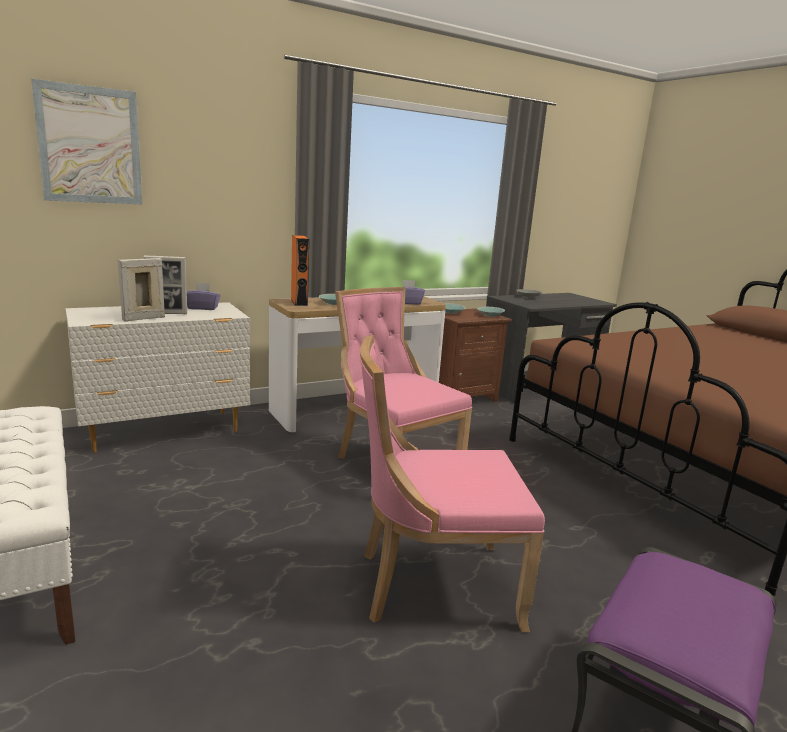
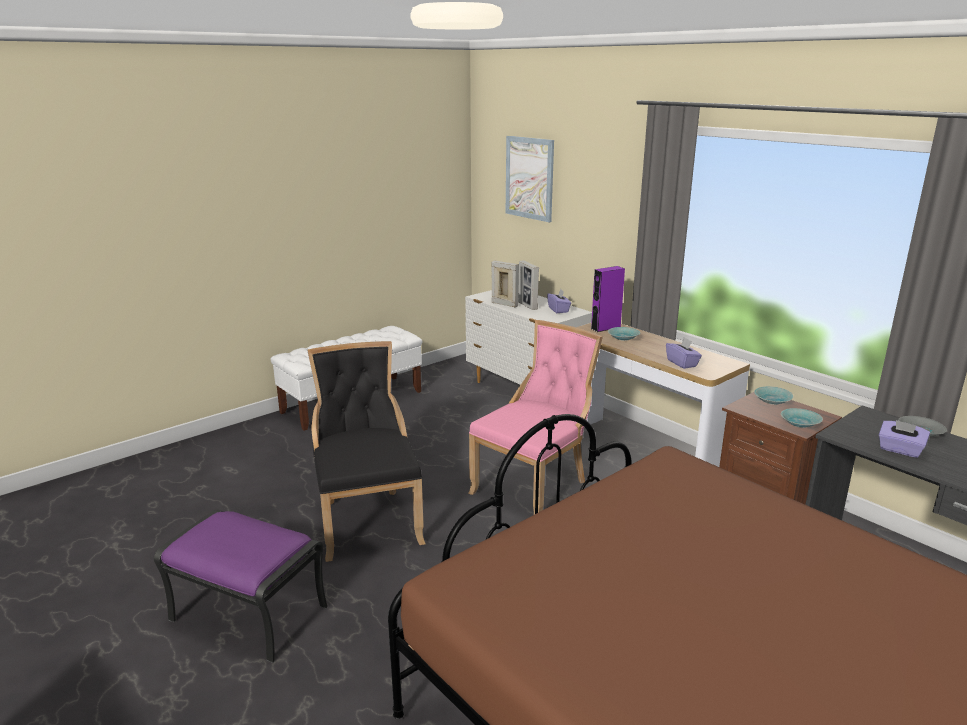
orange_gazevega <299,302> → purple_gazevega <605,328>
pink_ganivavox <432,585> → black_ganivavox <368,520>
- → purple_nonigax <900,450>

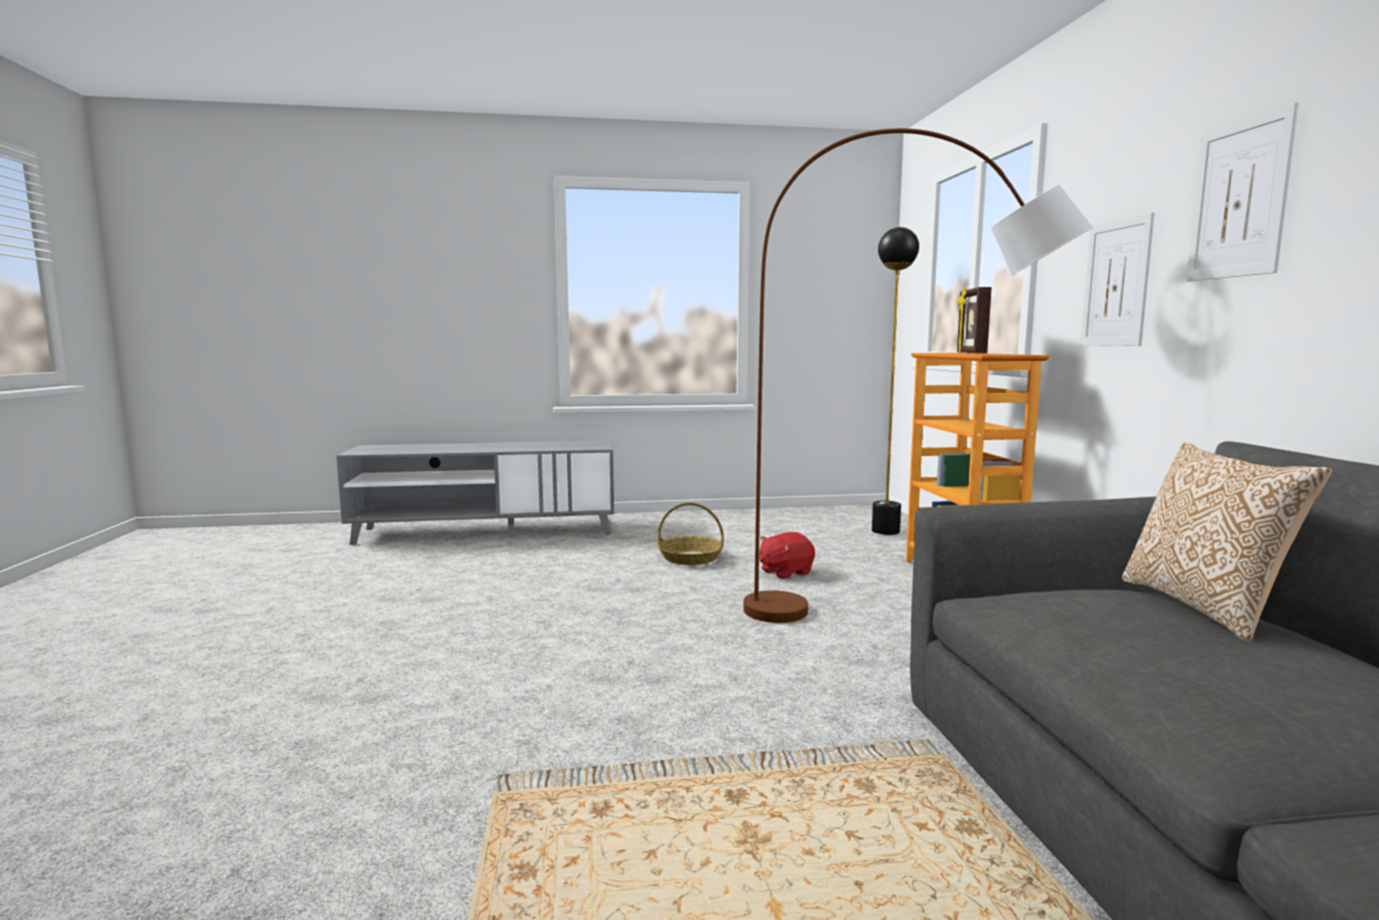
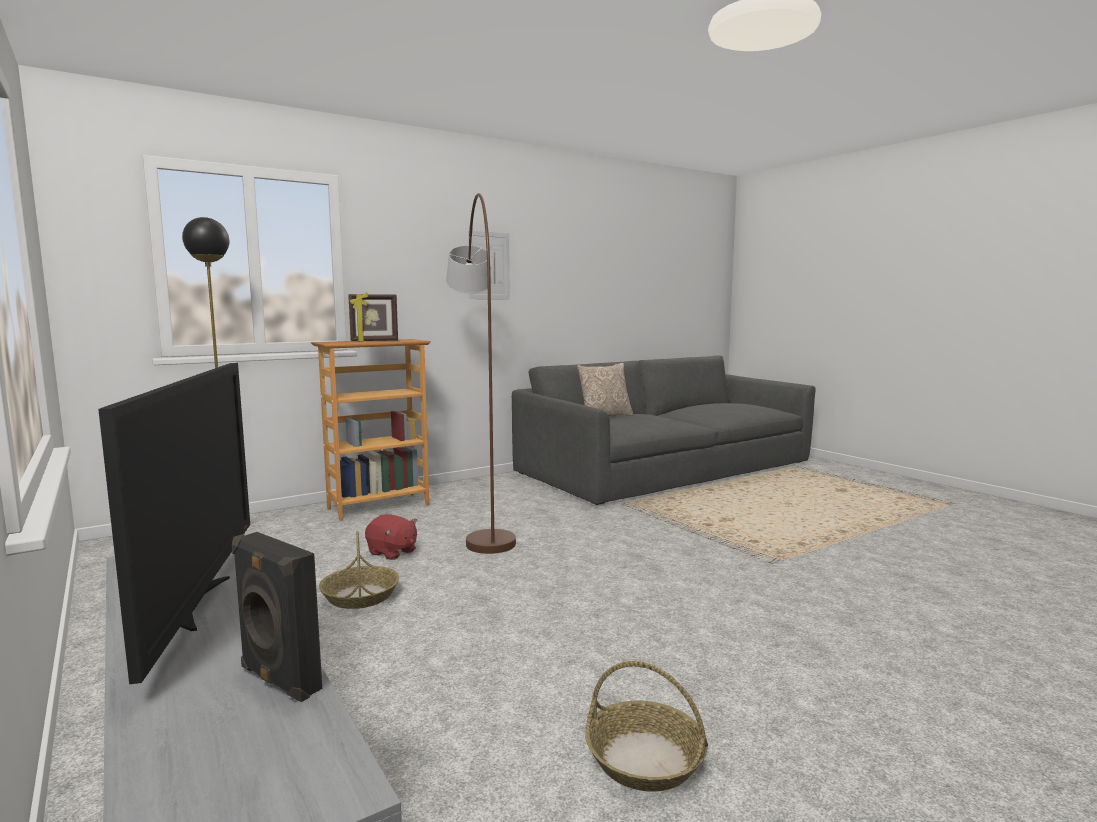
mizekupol <1116,283> → -
- → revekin <199,603>
- → black_gazevega <278,680>
- → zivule <644,759>

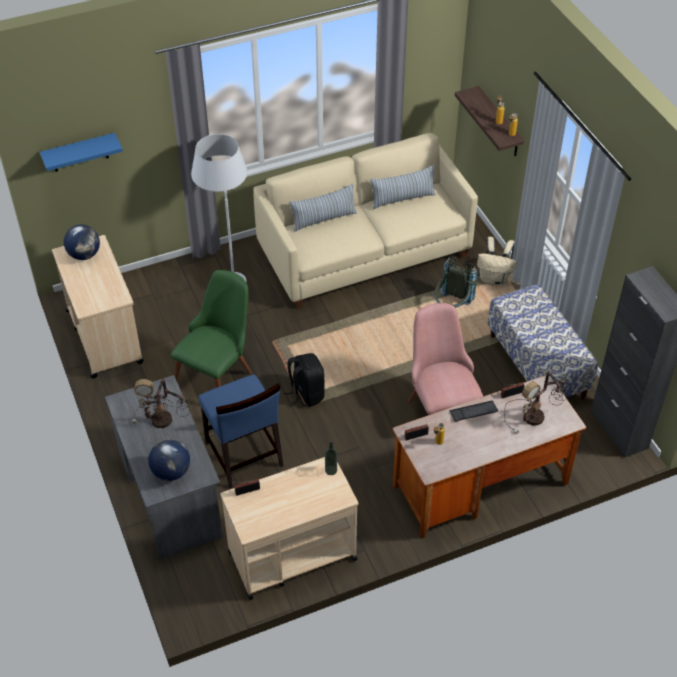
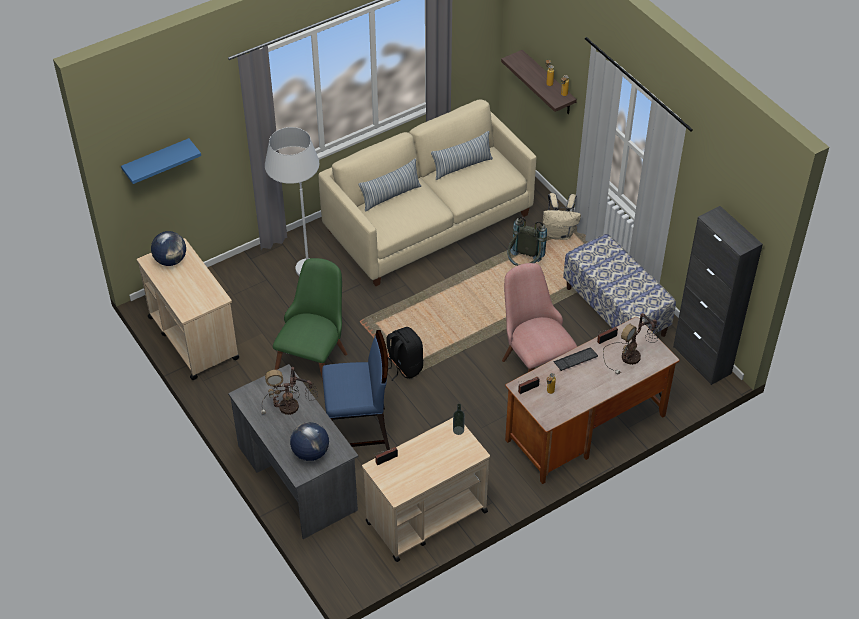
blue_ganivavox <243,455> → blue_ganivavox <358,432>, 60 degrees counterclockwise

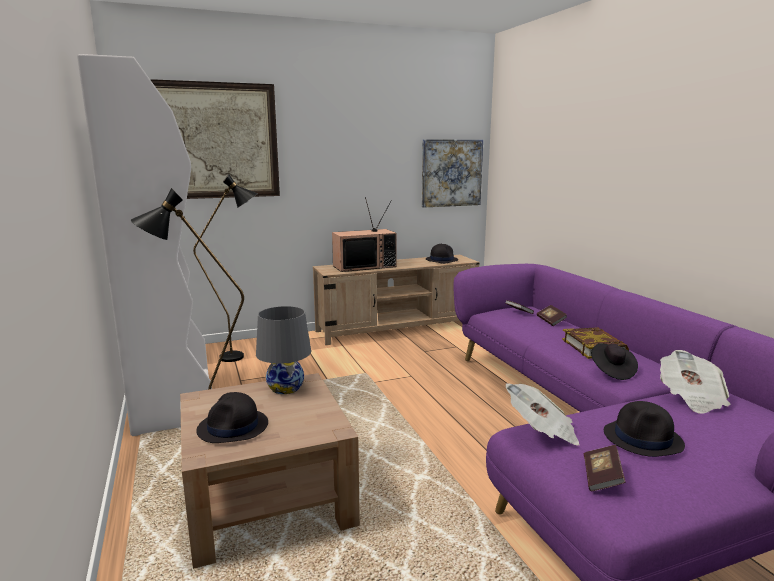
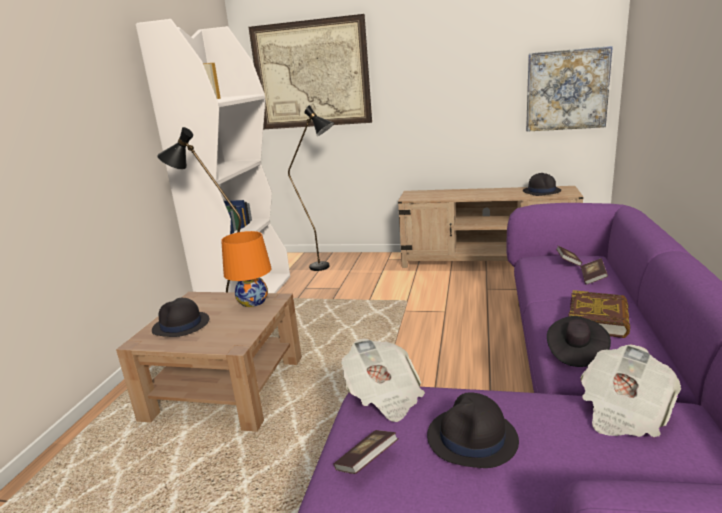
revekin <364,266> → -
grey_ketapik <286,388> → orange_ketapik <253,301>

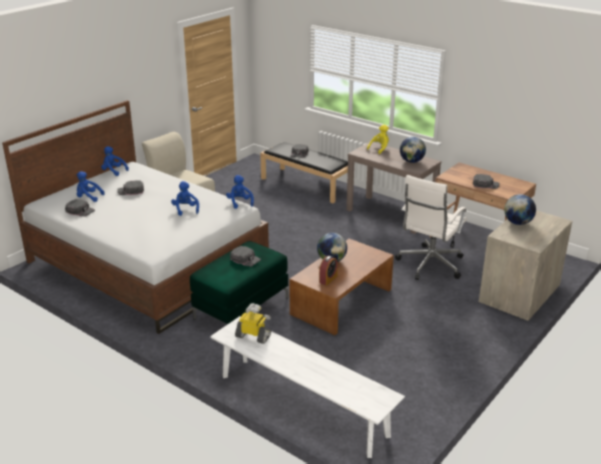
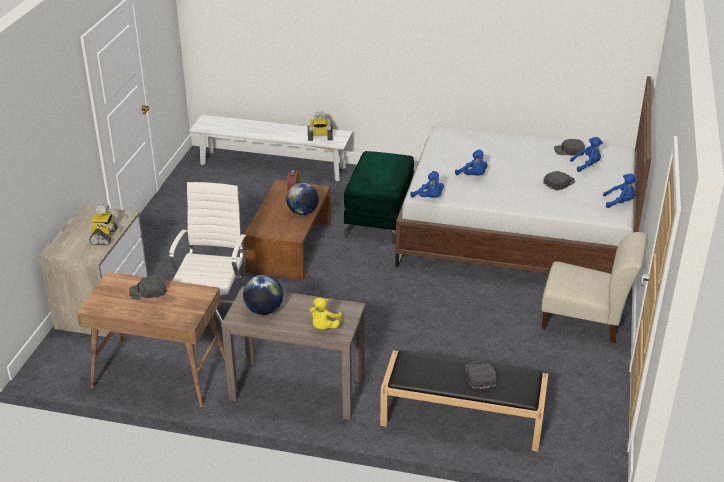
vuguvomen <518,223> → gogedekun <105,236>
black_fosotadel <245,259> → -

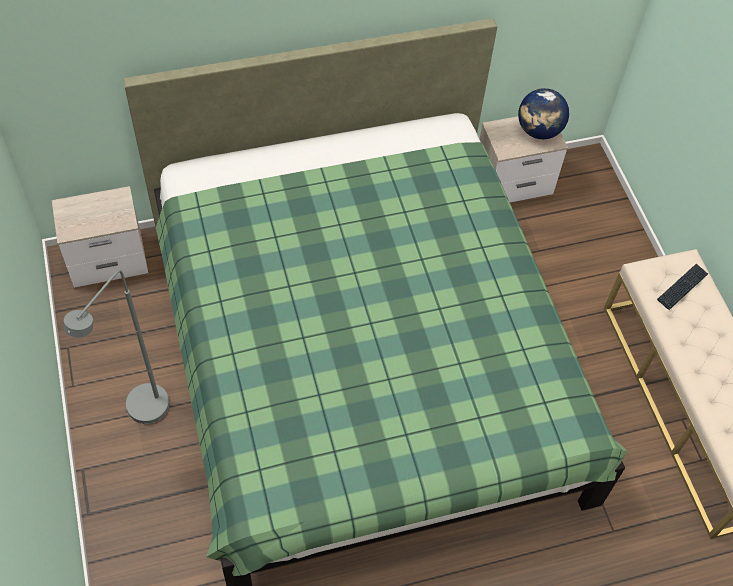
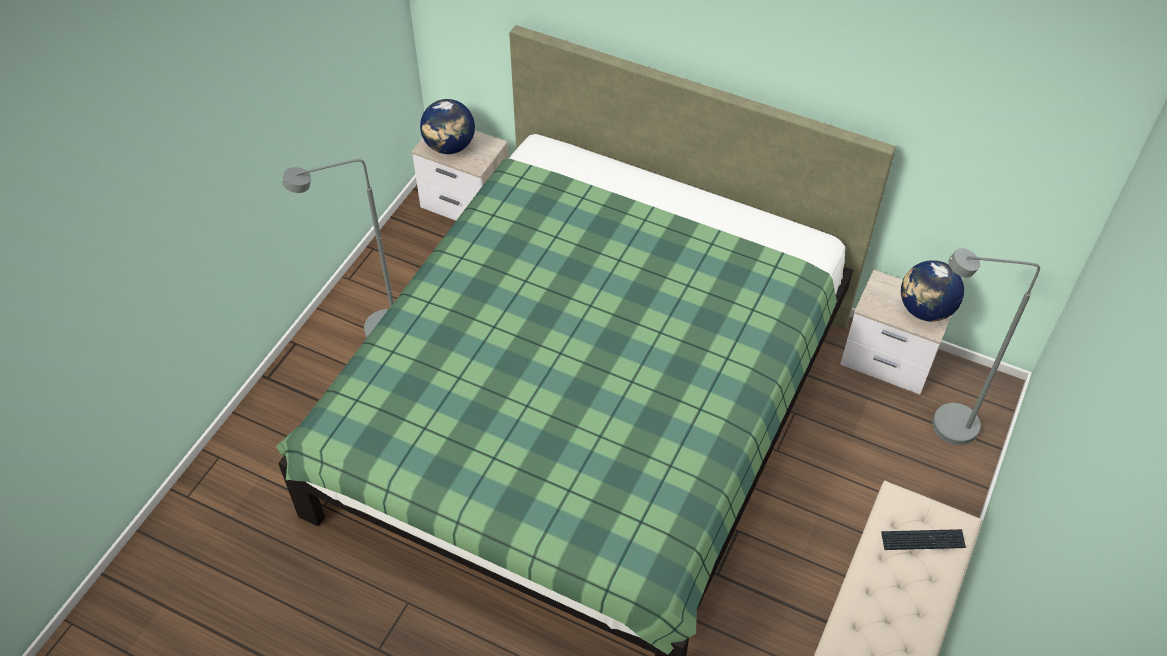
- → vuguvomen <450,146>
- → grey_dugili <941,426>

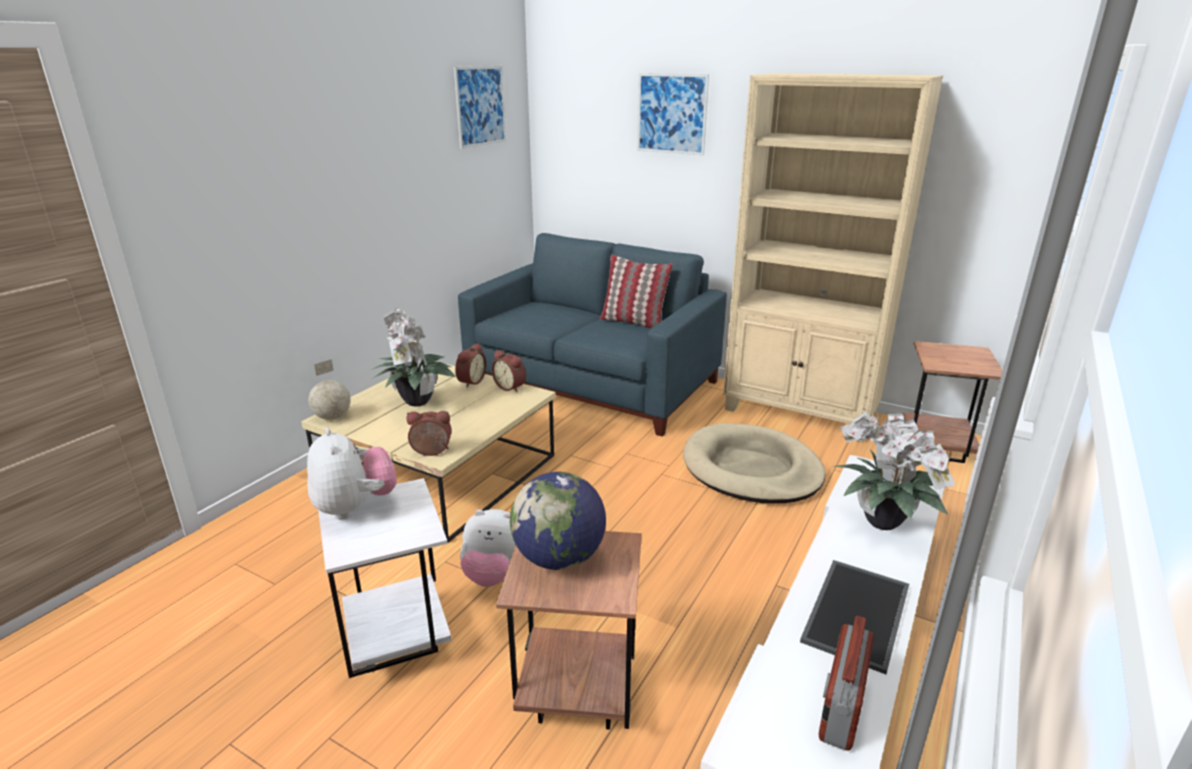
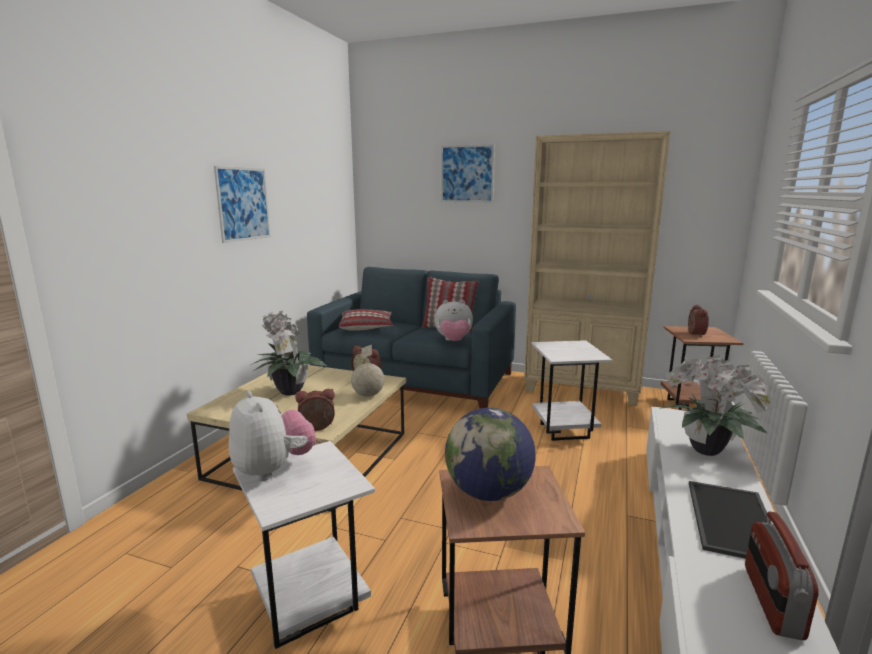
mizekupol <480,106> → mizekupol <243,204>, shifted
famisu <470,381> → famisu <694,334>, shifted
vuguvomen <333,417> → vuguvomen <368,395>, shifted
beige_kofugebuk <751,469> → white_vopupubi <565,430>
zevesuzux <494,574> → zevesuzux <453,341>, shifted
- → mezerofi <367,327>

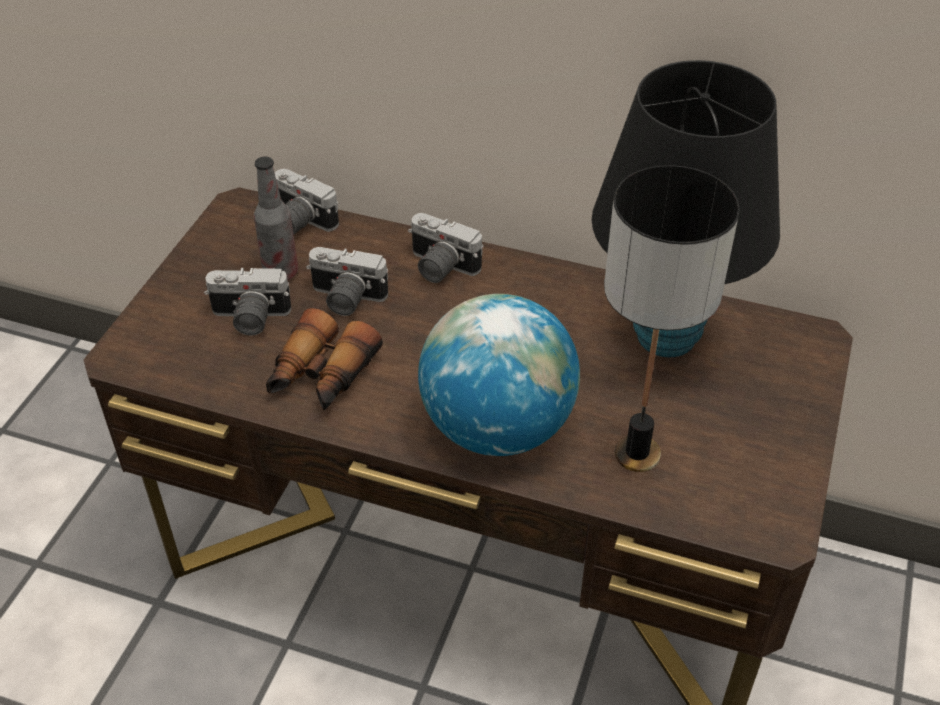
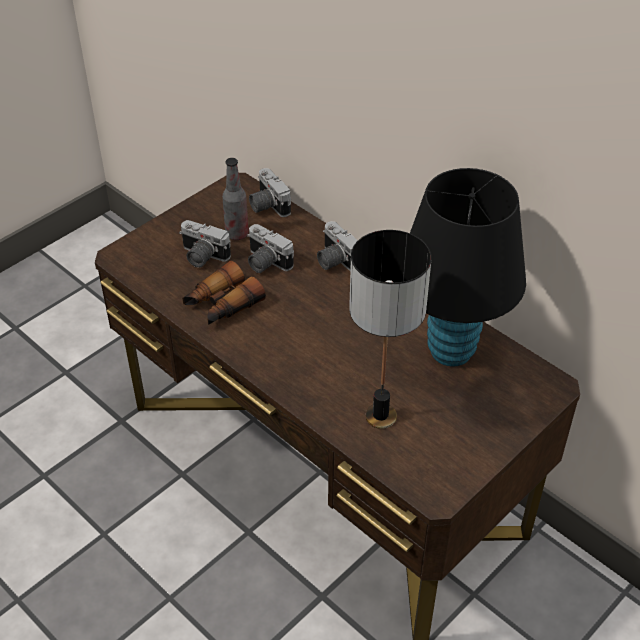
vuguvomen <497,428> → -

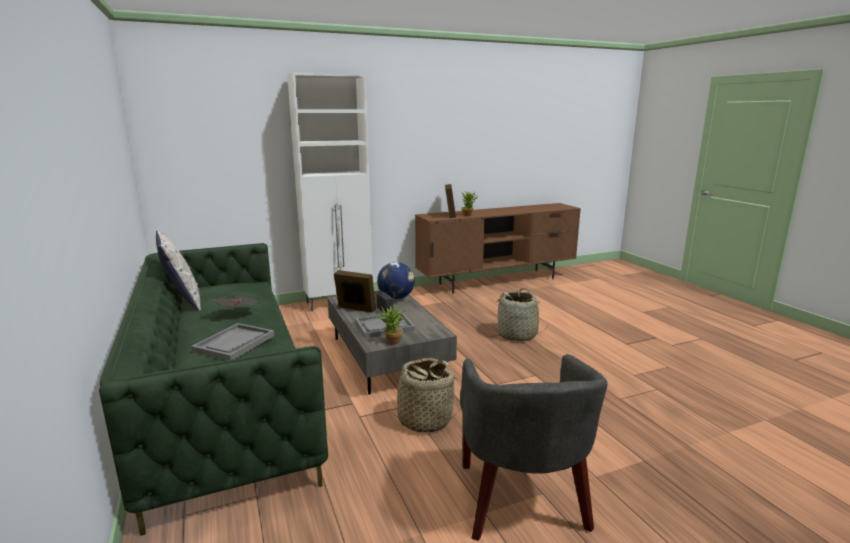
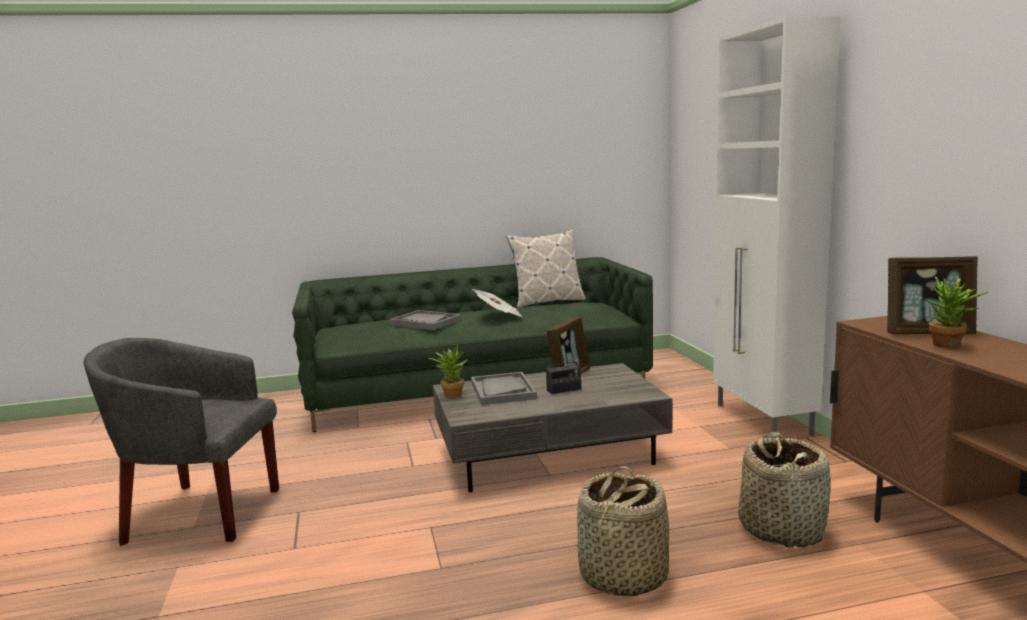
vuguvomen <396,298> → -
zivule <424,420> → zivule <781,529>, shifted

